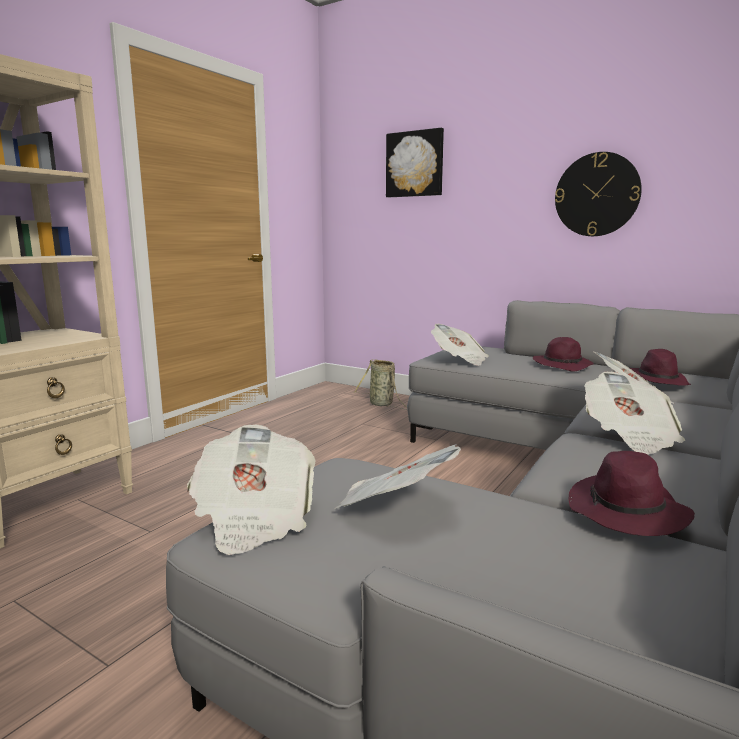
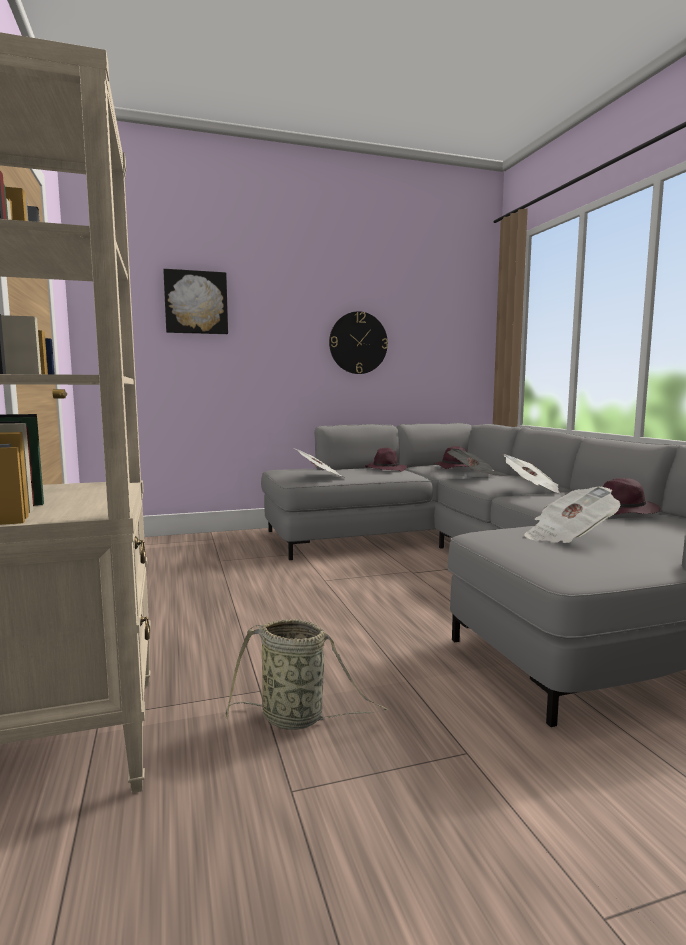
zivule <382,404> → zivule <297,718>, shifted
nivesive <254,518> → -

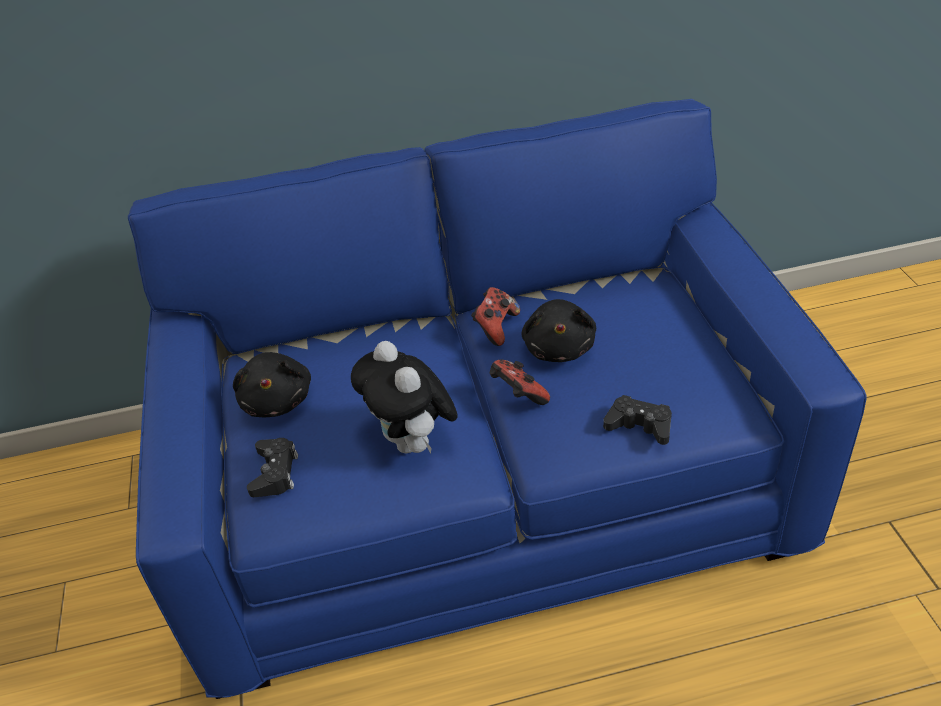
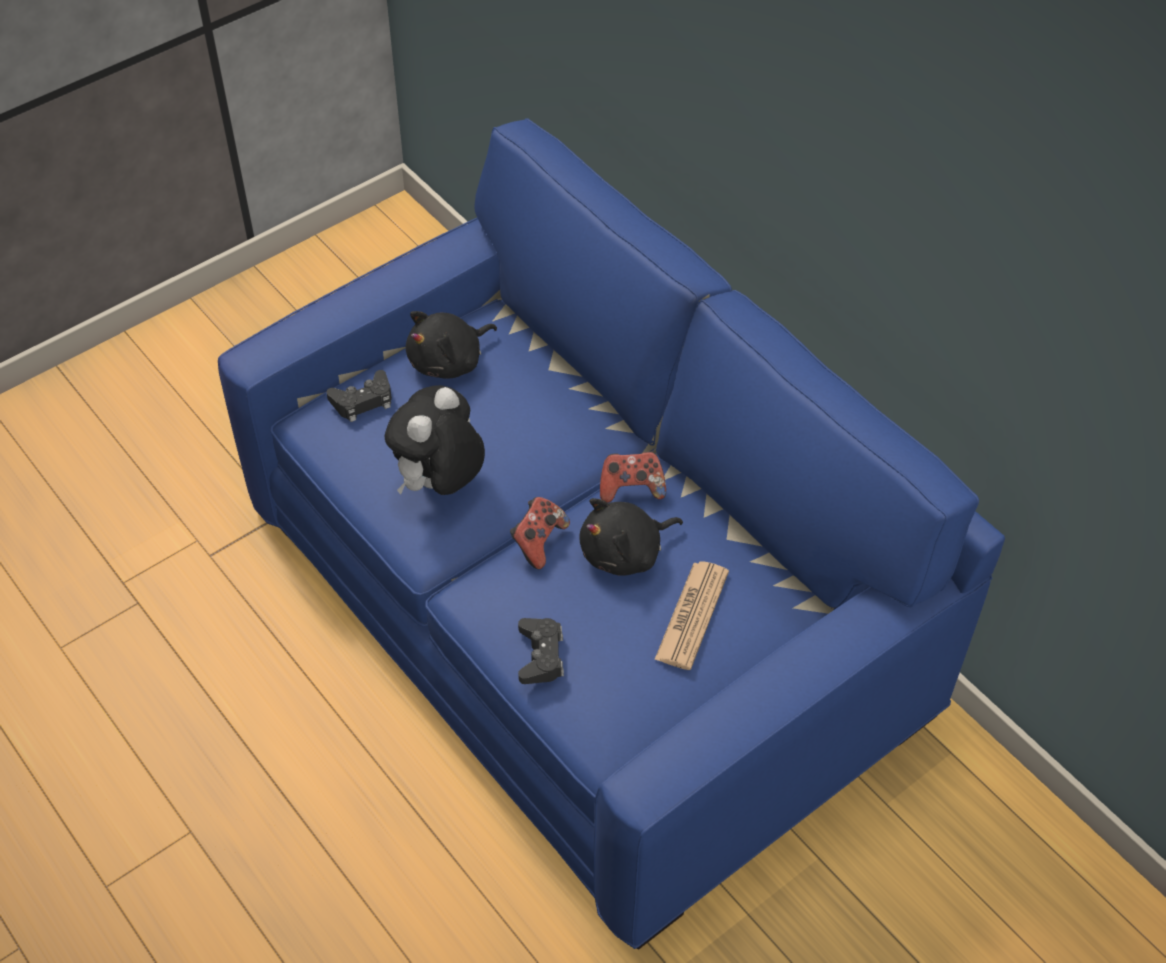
- → nivesive <692,615>

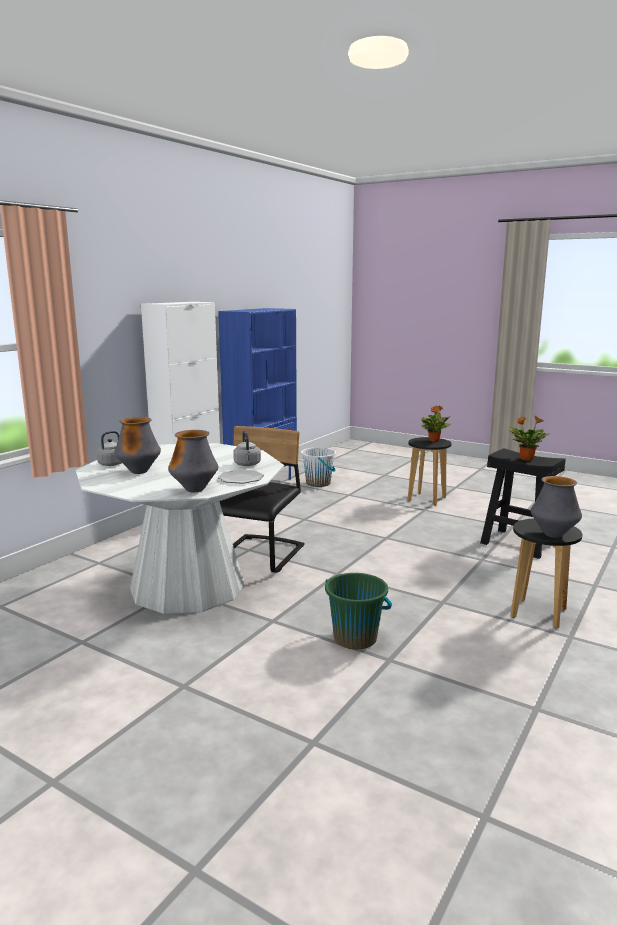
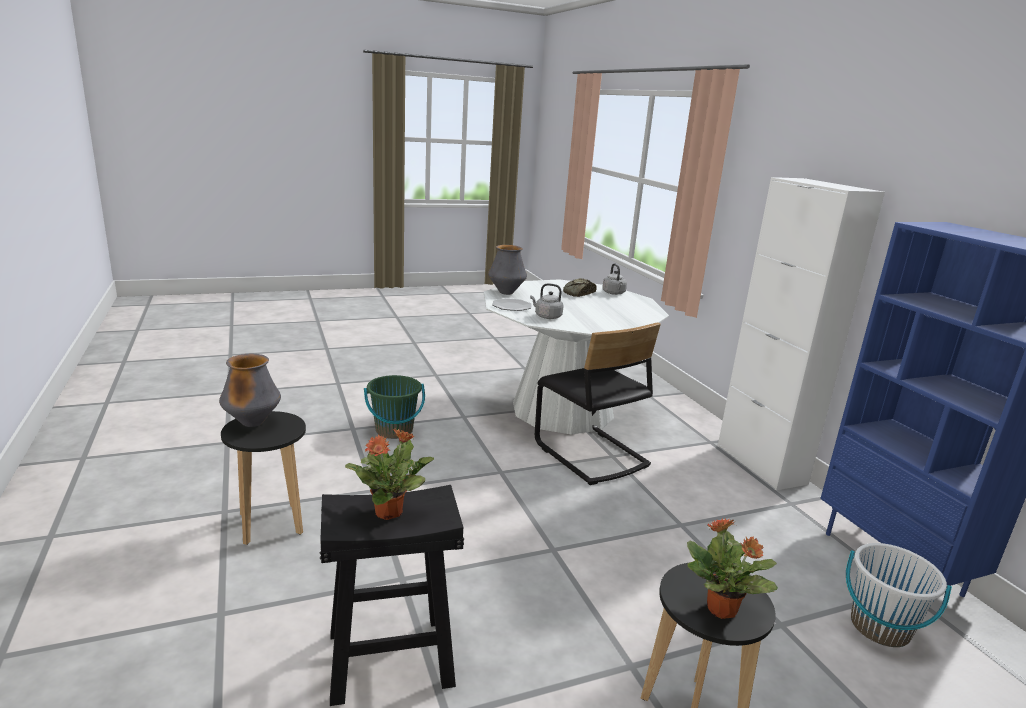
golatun <139,472> → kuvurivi <578,293>

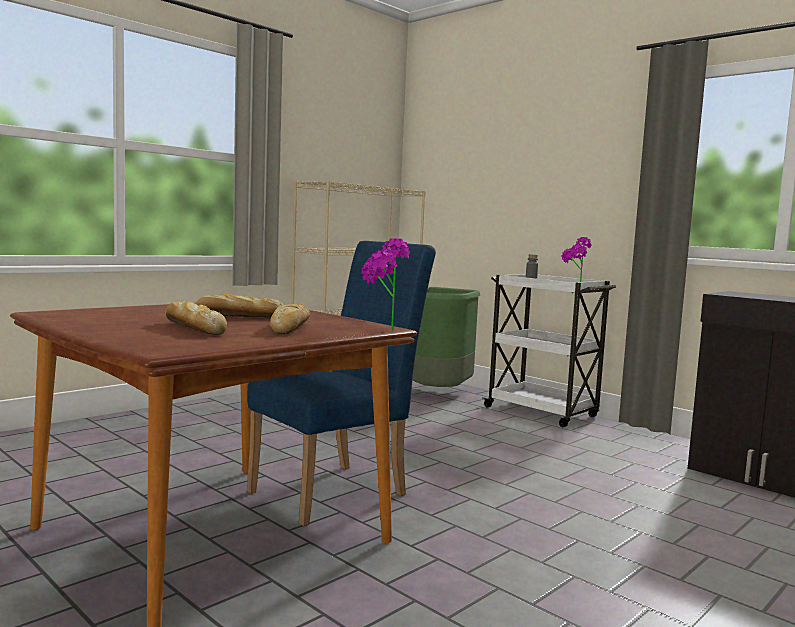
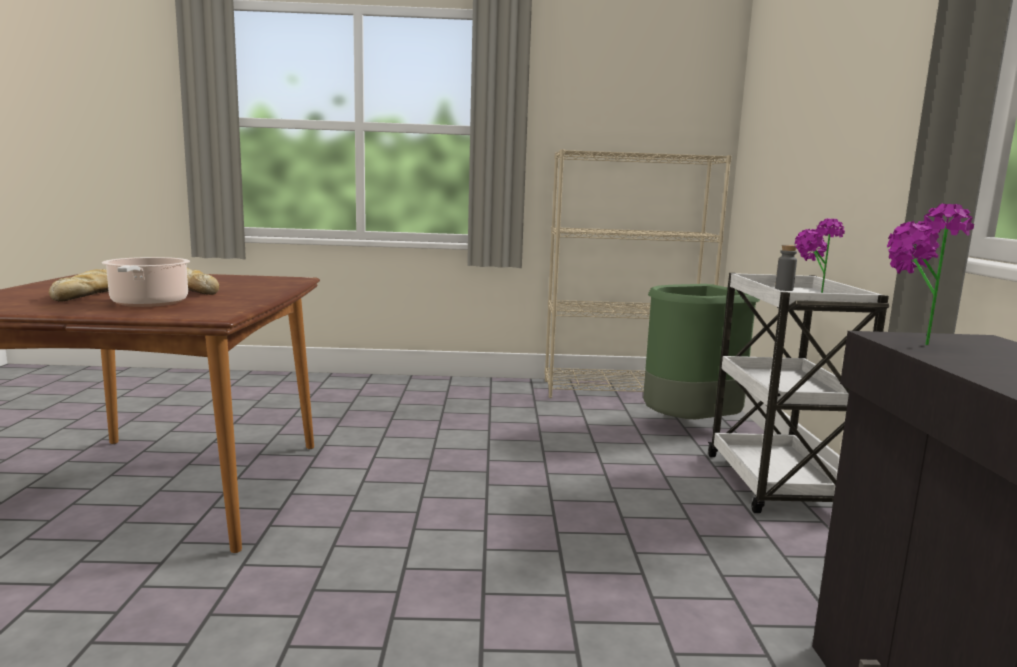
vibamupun <381,330> → vibamupun <906,342>, shifted
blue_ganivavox <338,490> → -
kuvurivi <291,328> → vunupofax <148,303>

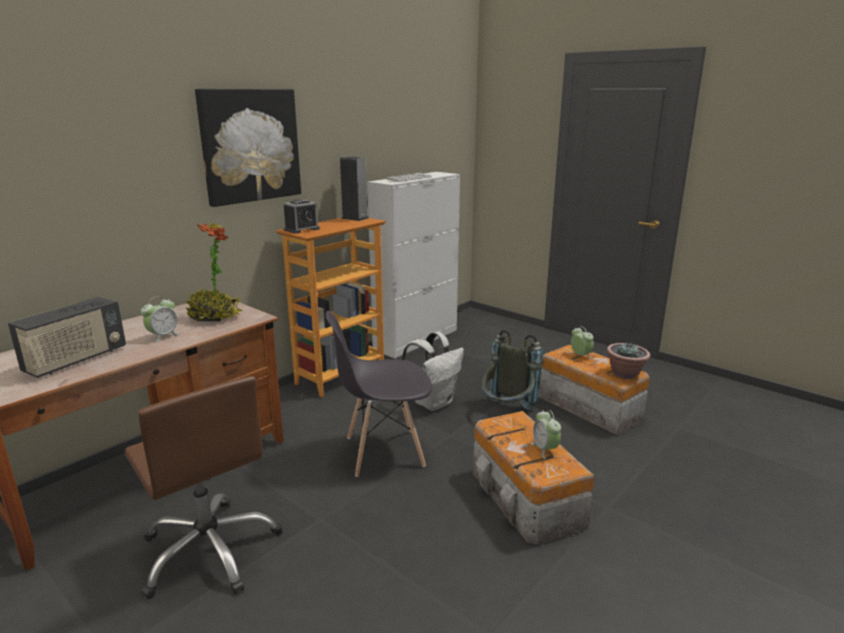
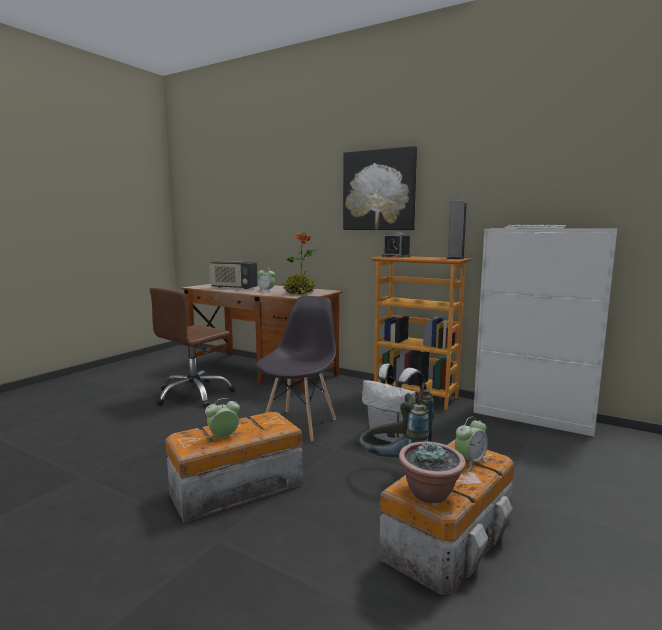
grey_ganivavox <383,452> → grey_ganivavox <299,424>, 45 degrees clockwise

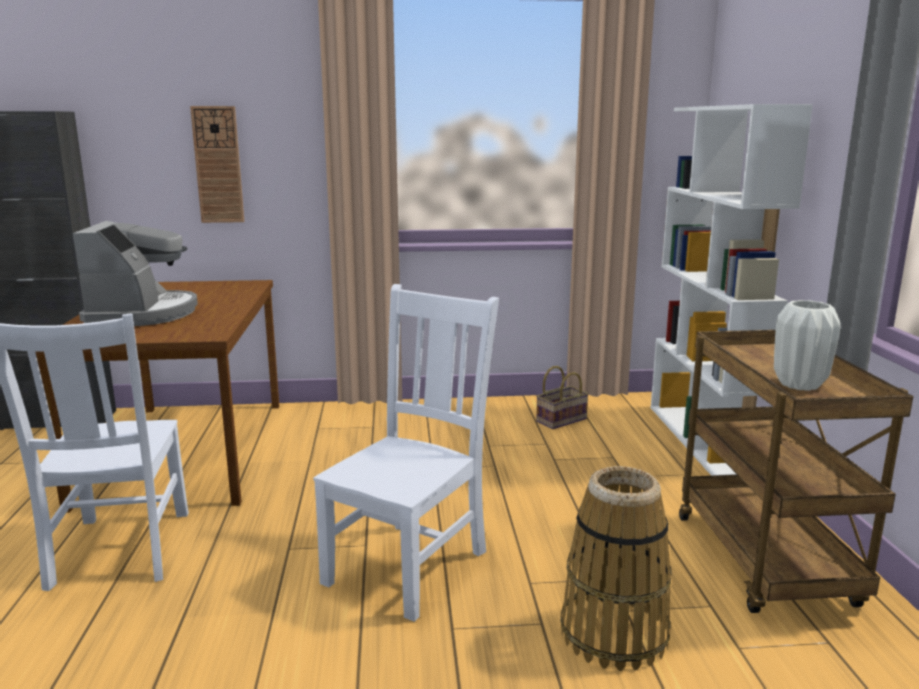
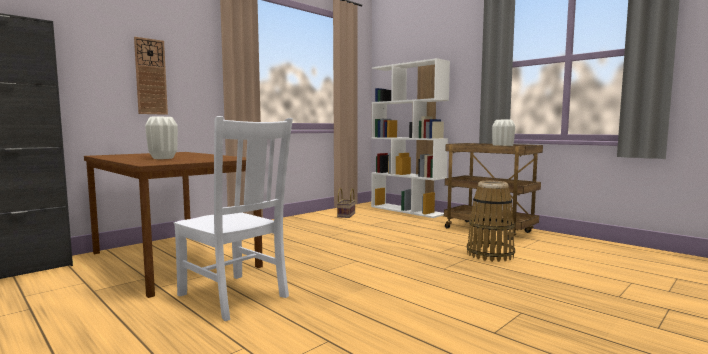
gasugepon <143,314> → white_golatun <162,158>
white_ganivavox <410,564> → -

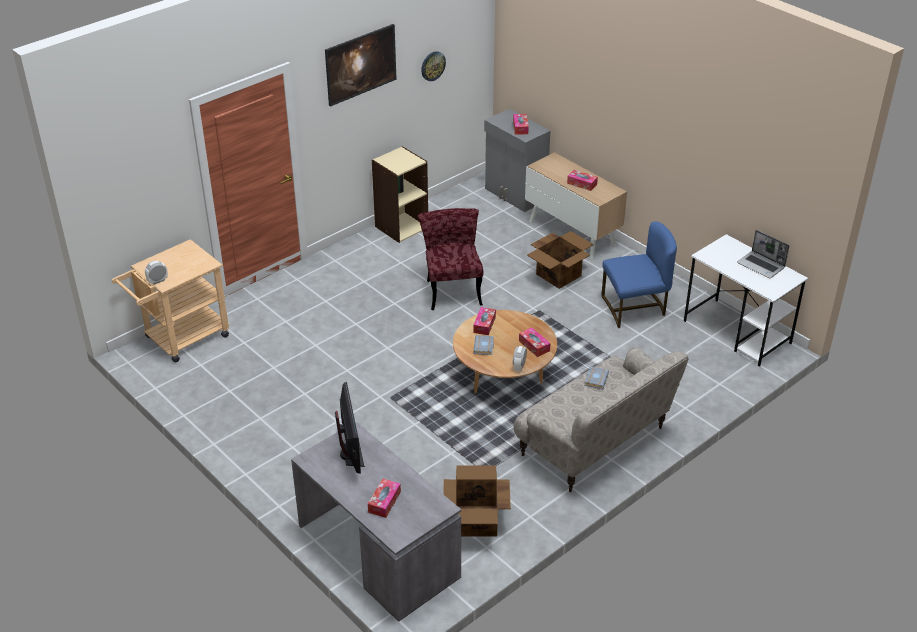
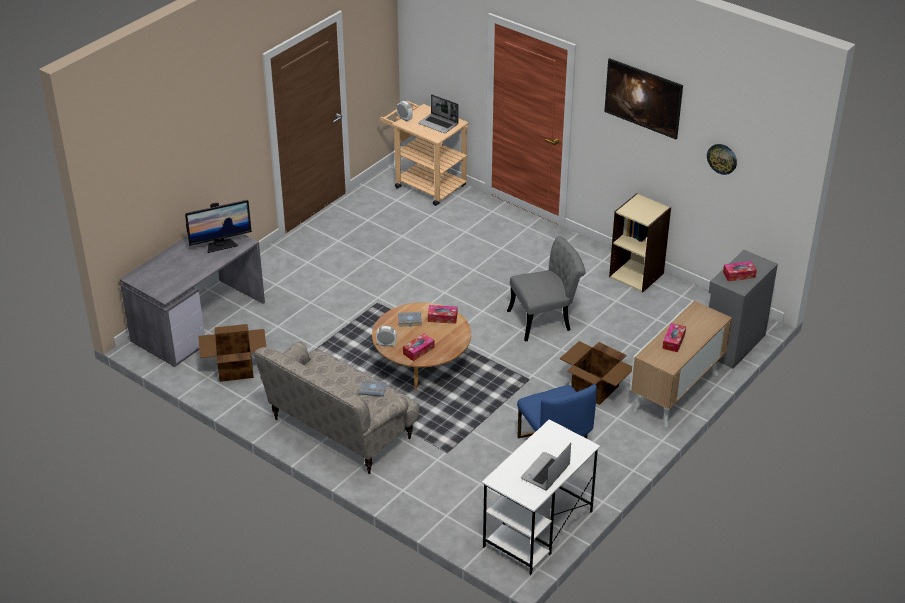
red_ganivavox <452,288> → grey_ganivavox <546,319>
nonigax <384,502> → -
- → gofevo <439,124>

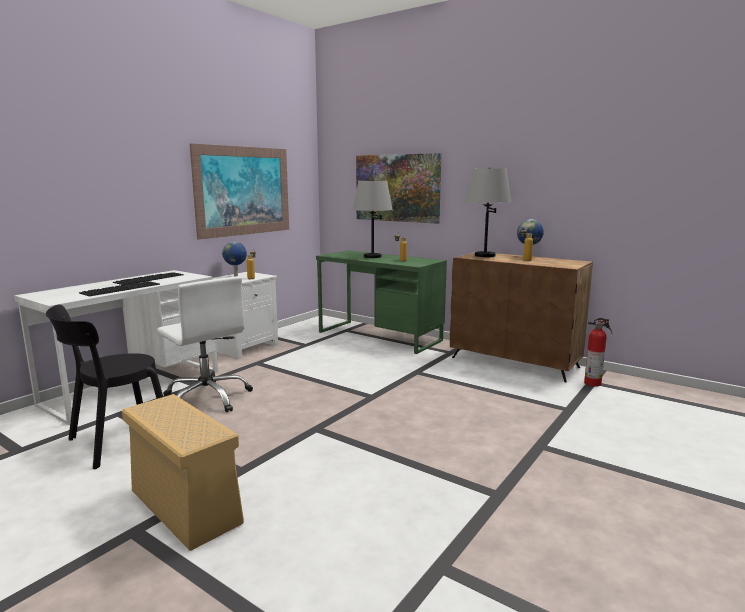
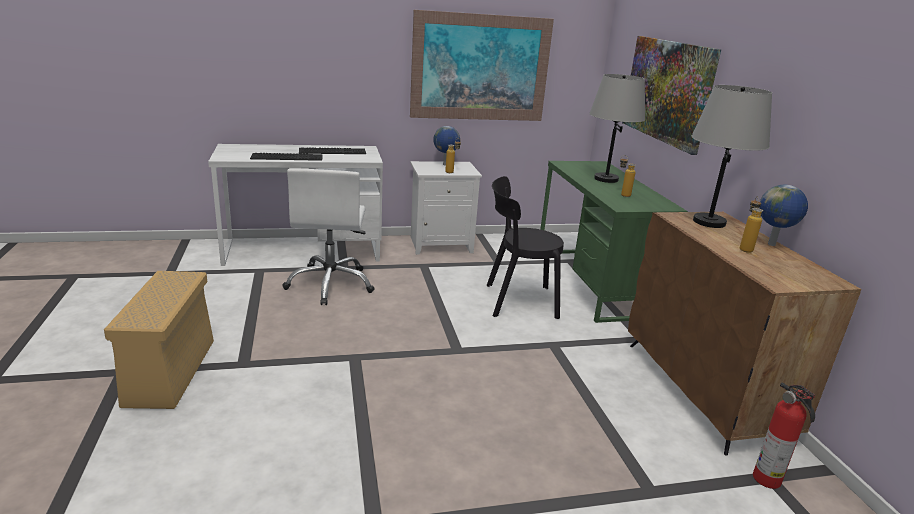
black_ganivavox <115,442> → black_ganivavox <516,301>, shifted

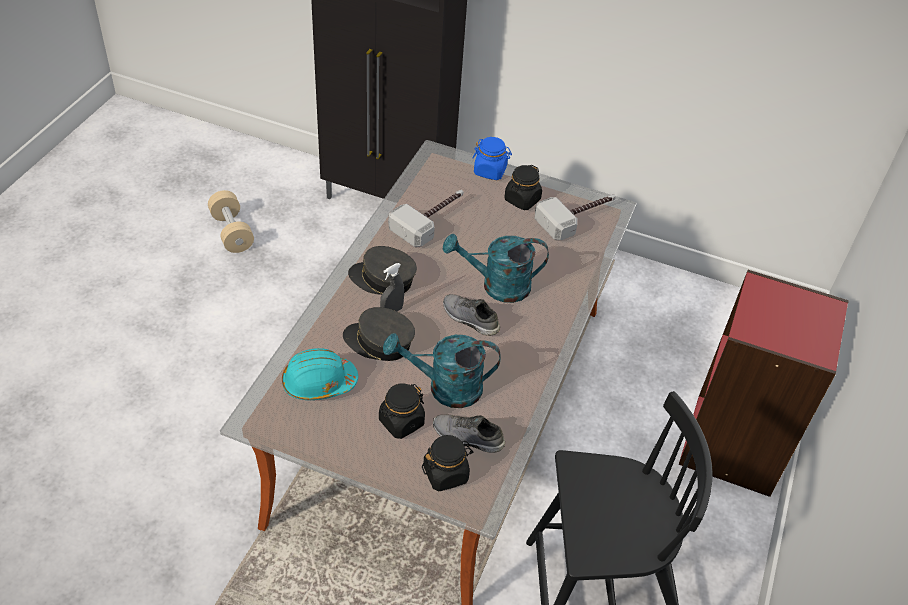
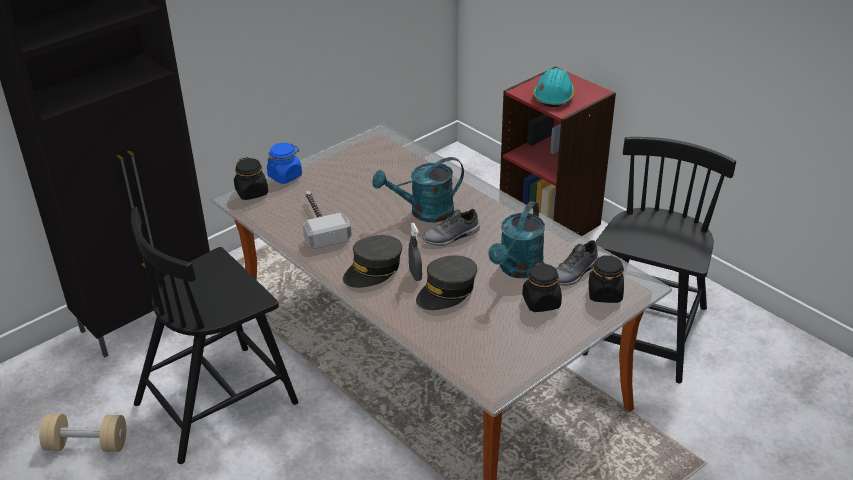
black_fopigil <522,200> → black_fopigil <252,192>, shifted
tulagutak <578,217> → -
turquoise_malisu <497,286> → turquoise_malisu <424,212>, 45 degrees clockwise
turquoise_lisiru <319,383> → turquoise_lisiru <553,97>, shifted
- → black_ganivavox <218,401>

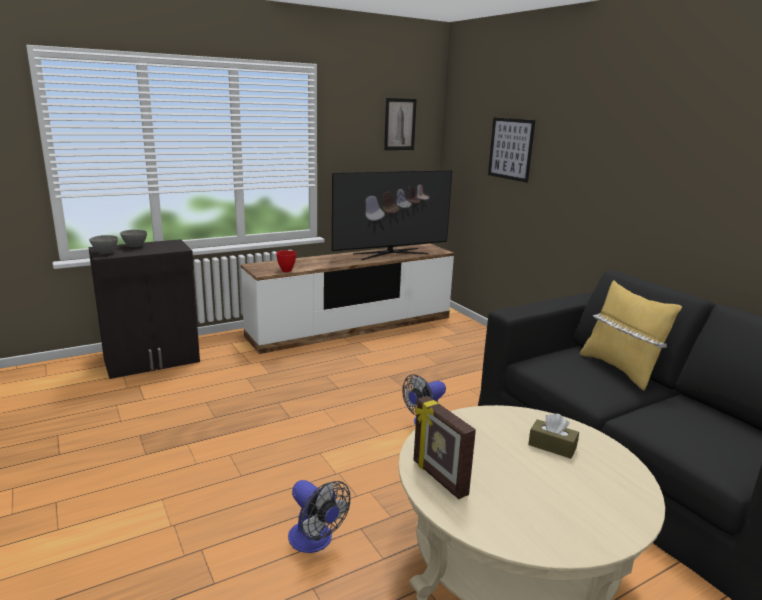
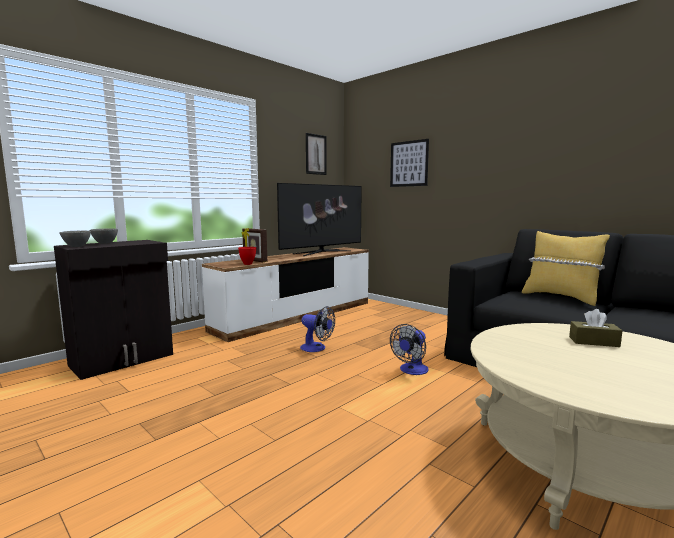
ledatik <438,478> → ledatik <254,261>, shifted
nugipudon <315,541> → nugipudon <317,348>, shifted

